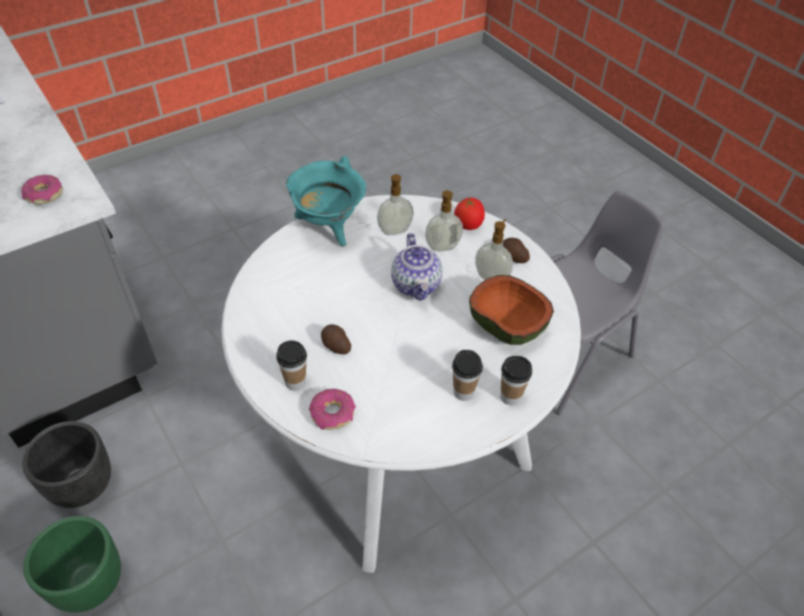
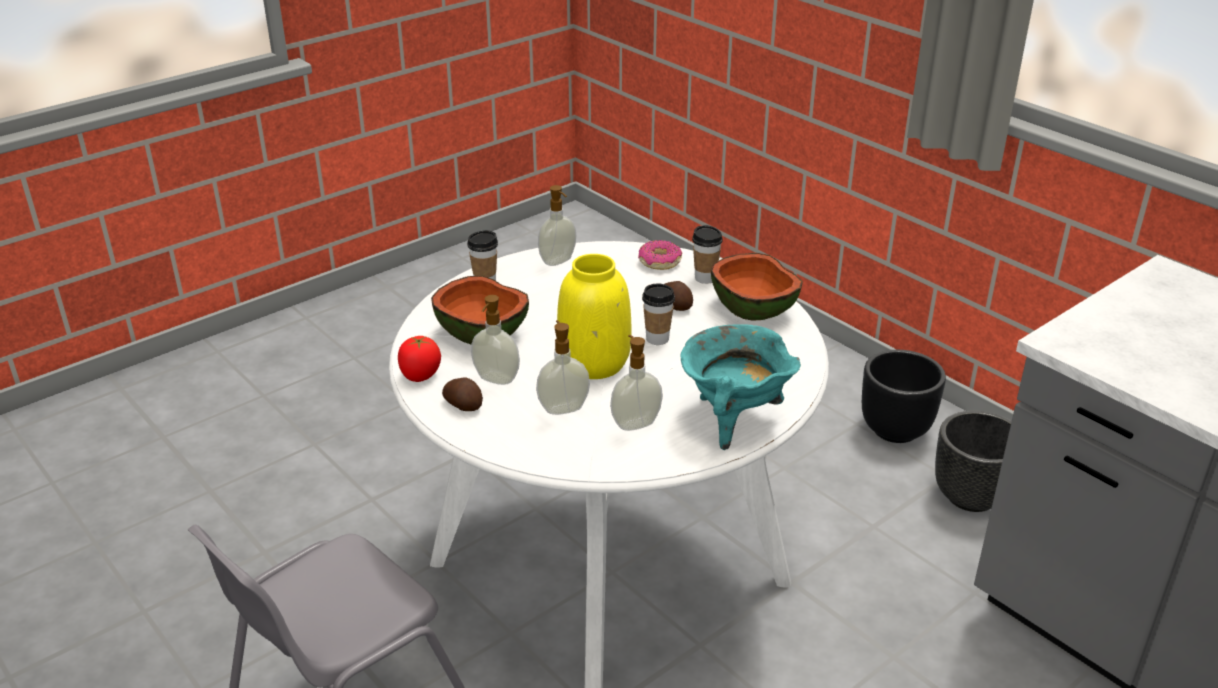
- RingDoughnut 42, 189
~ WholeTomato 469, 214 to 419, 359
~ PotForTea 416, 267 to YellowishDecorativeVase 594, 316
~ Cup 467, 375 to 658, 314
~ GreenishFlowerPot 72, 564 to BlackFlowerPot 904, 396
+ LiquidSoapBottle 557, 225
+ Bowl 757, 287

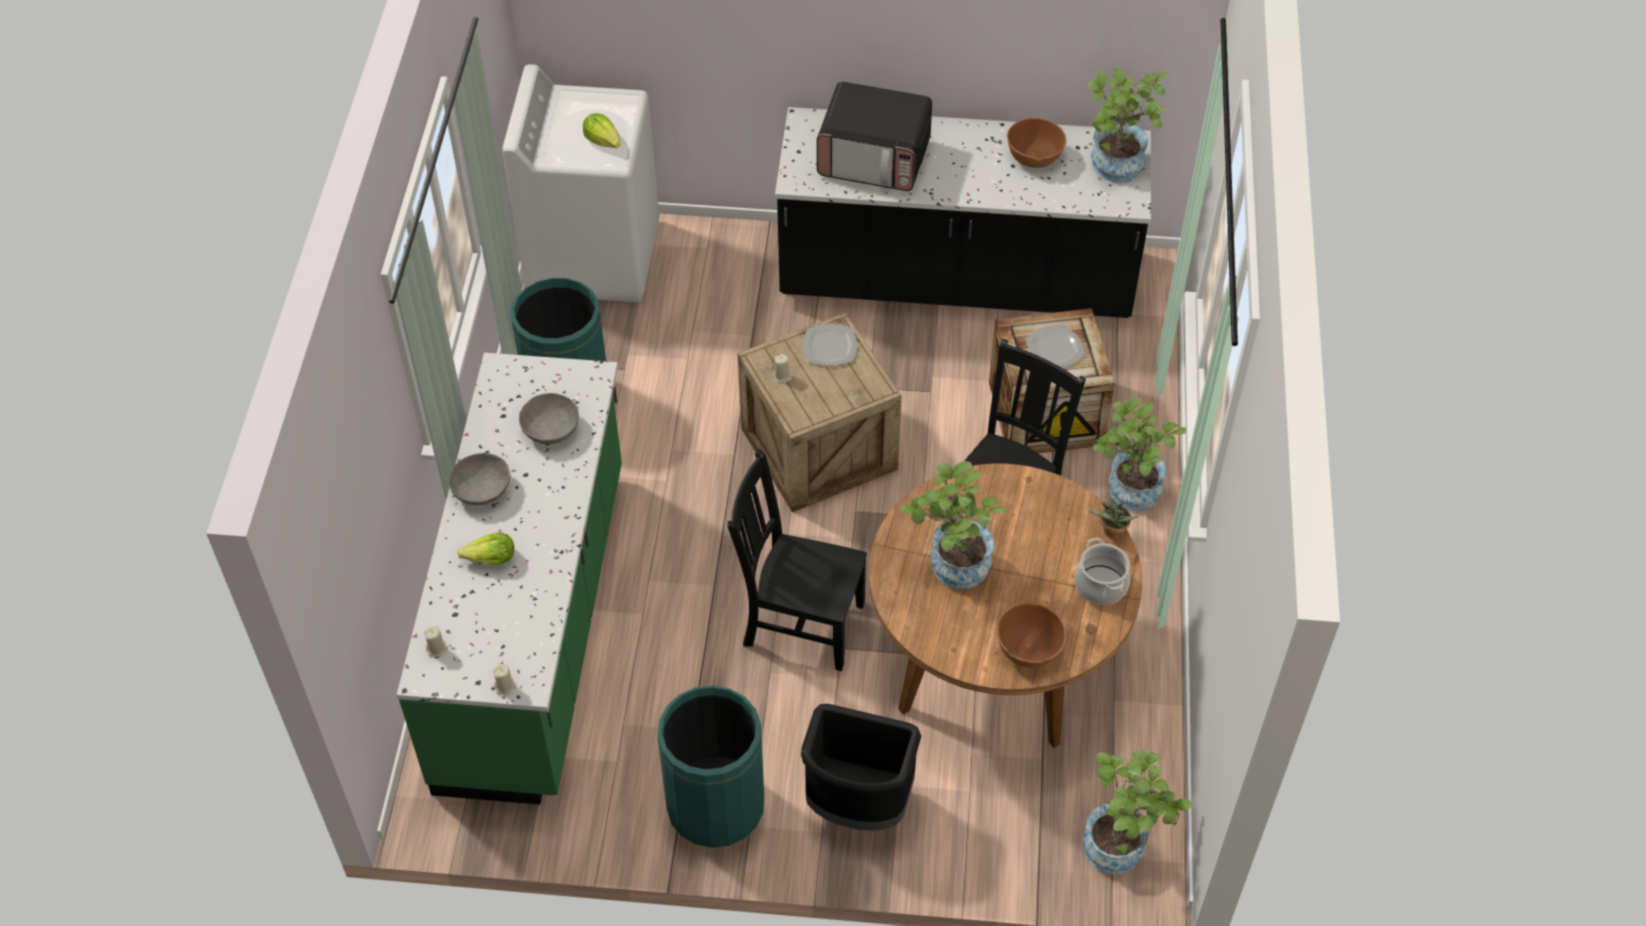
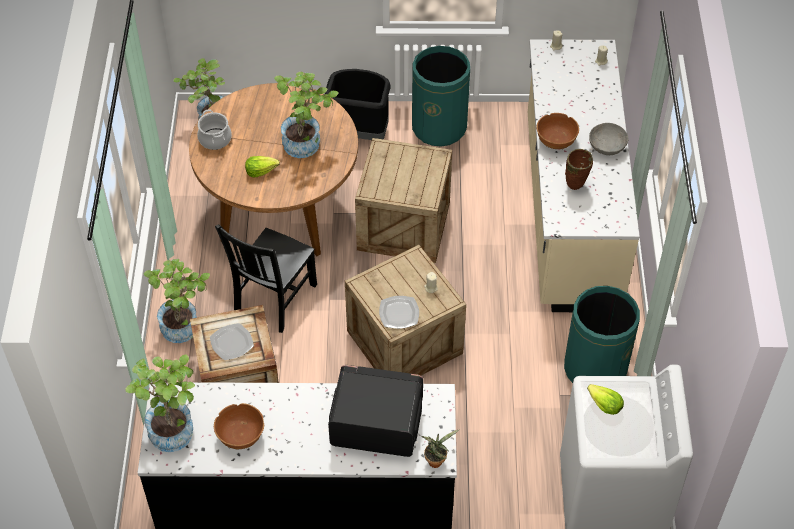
~ GreenishKitchenCounter 509, 579 to BeigeKitchenCounter 584, 175
~ GrayBowl 549, 418 to BrownishDecorativeVase 579, 169
~ BlackPlainChair 797, 560 to PackingCrate 403, 200
~ PlantInAPot 1112, 518 to 440, 449
~ HeadOfLettuce 486, 548 to 262, 167
~ BrownishBowl 1031, 635 to 557, 131

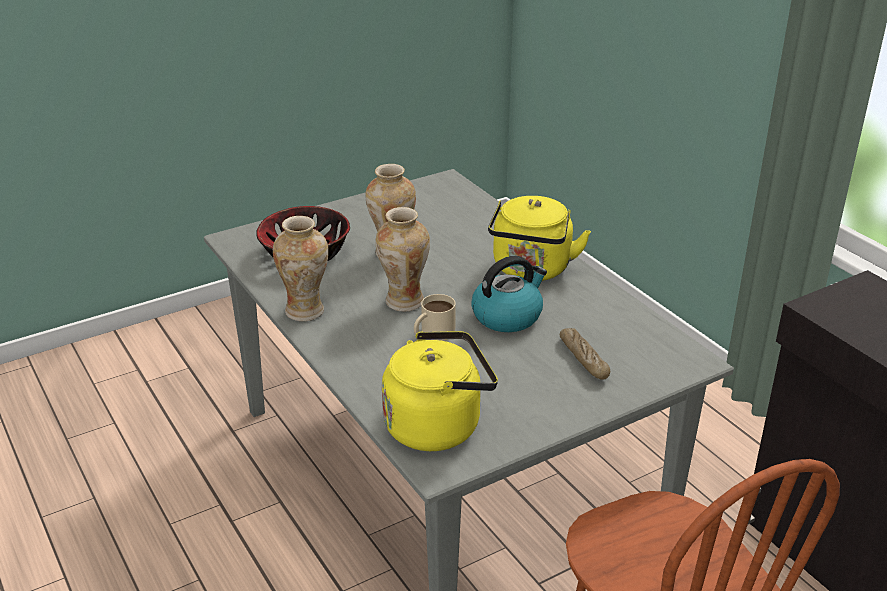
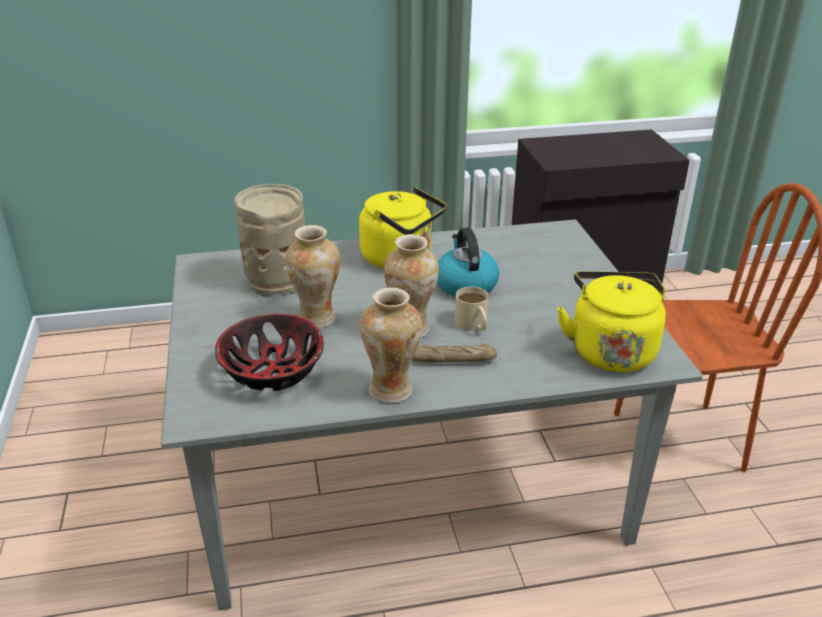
~ BakedBread 585, 354 to 454, 353
+ BeigeDecorativeVase 270, 240

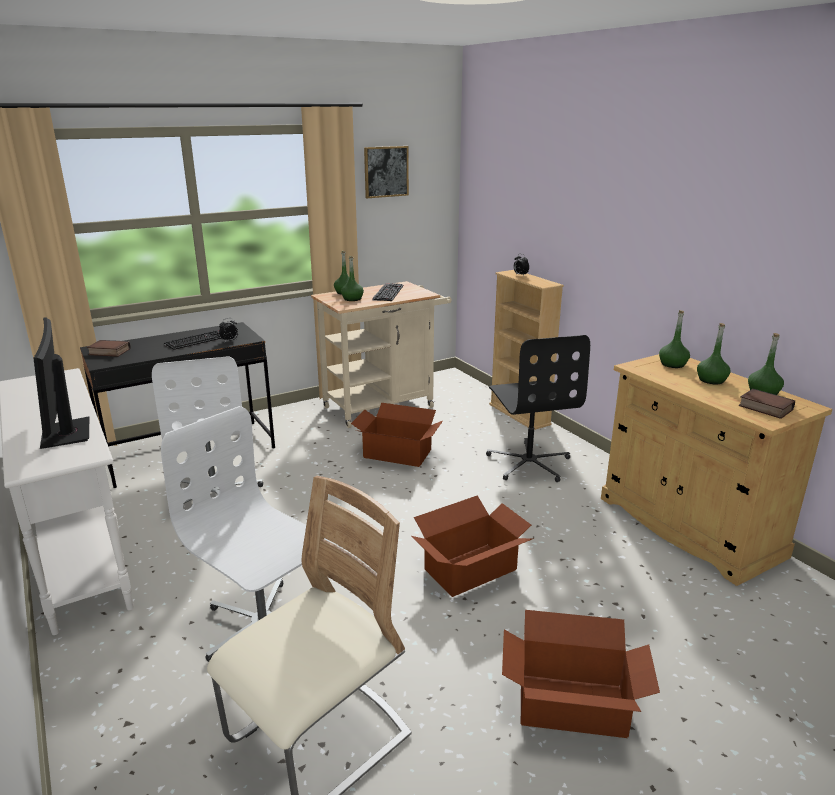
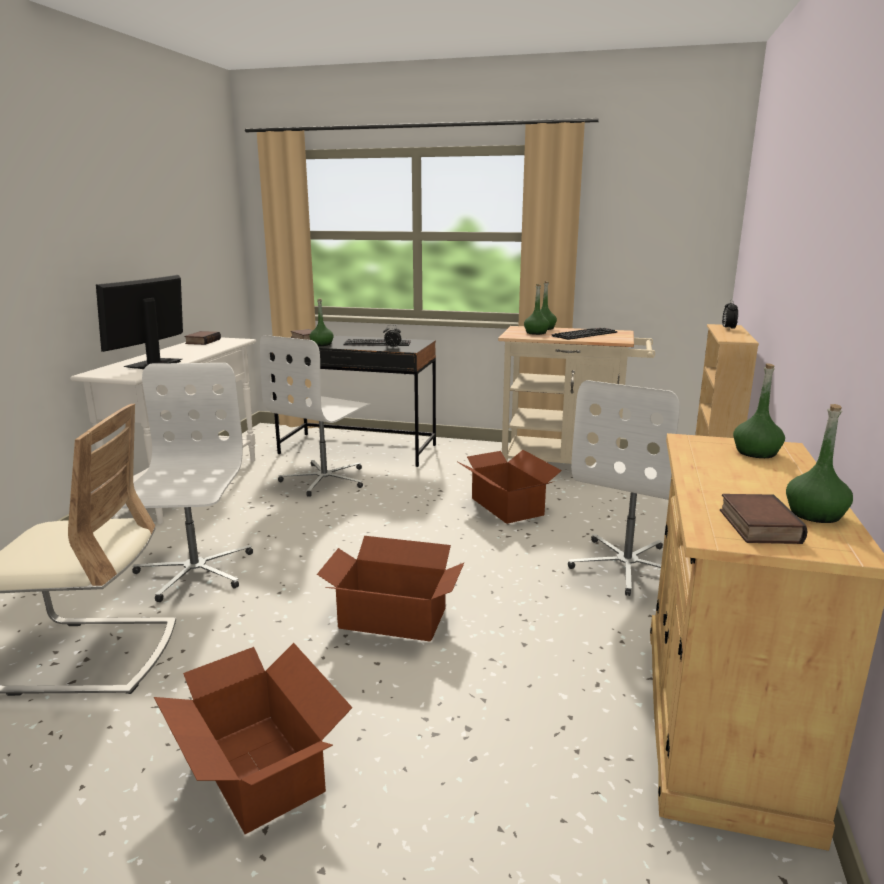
- WallPicture 386, 172
~ GreenishDrinkBottle 713, 353 to 322, 322
~ BlackOfficeChair 538, 408 to WhitishOfficeChair 624, 488
+ Book 202, 338

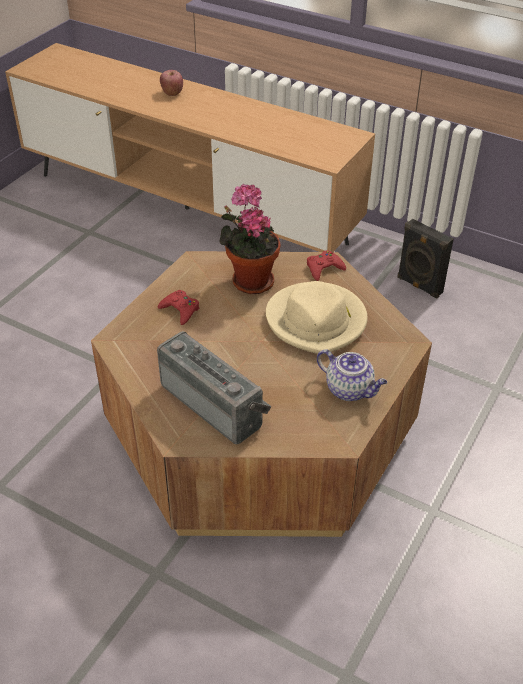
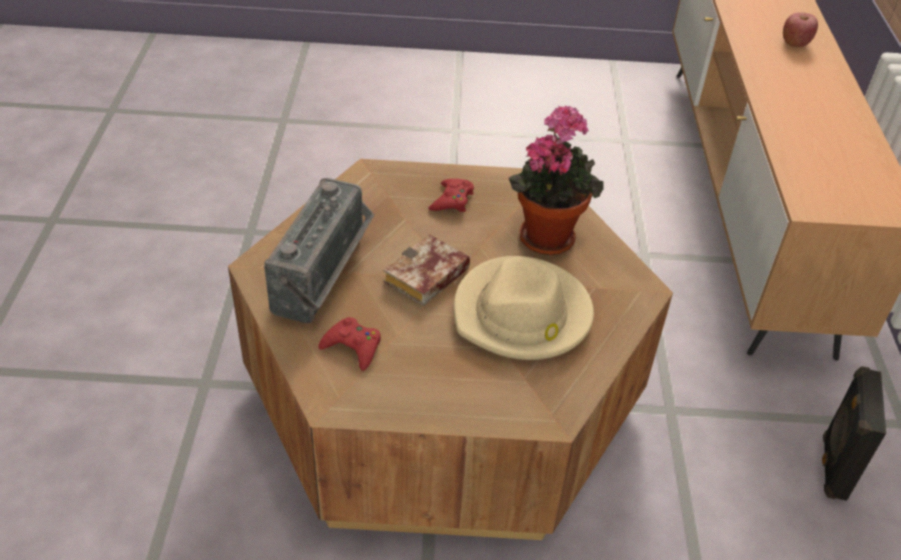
~ RedGameController 326, 265 to 350, 344
- PotForTea 352, 375
+ Book 427, 270

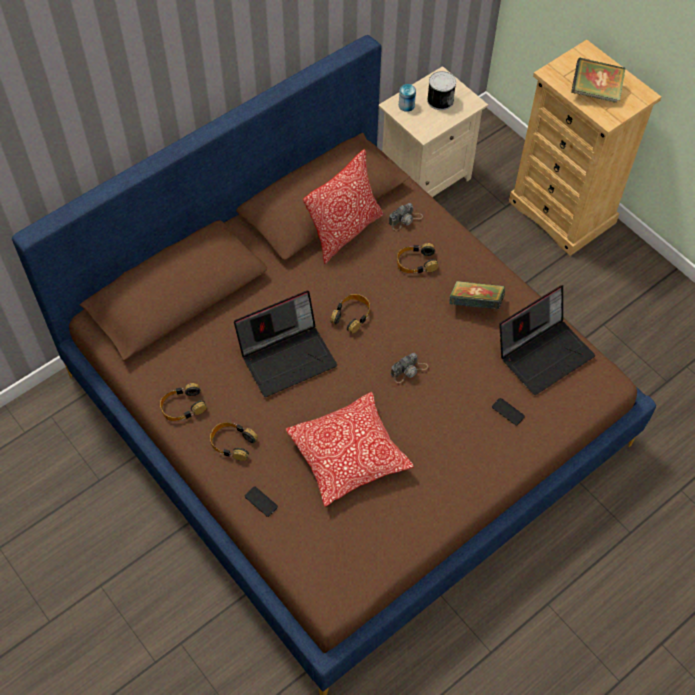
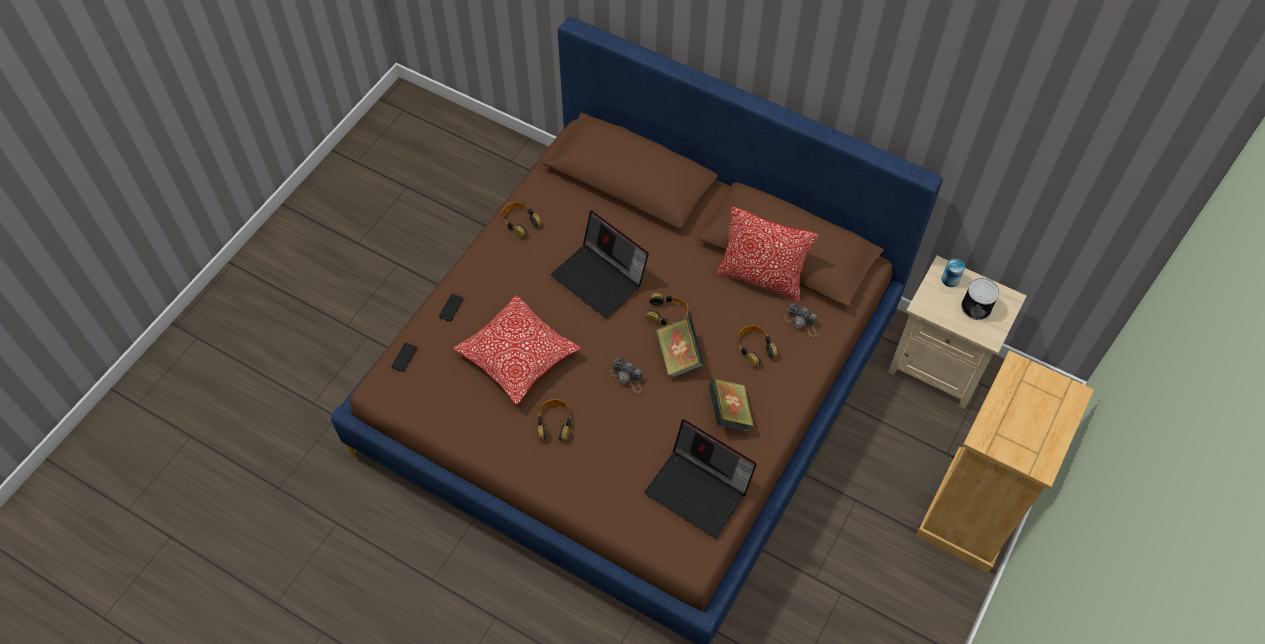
~ Book 598, 80 to 680, 347
~ Telephone 508, 411 to 404, 357
~ Headphones 234, 442 to 554, 420

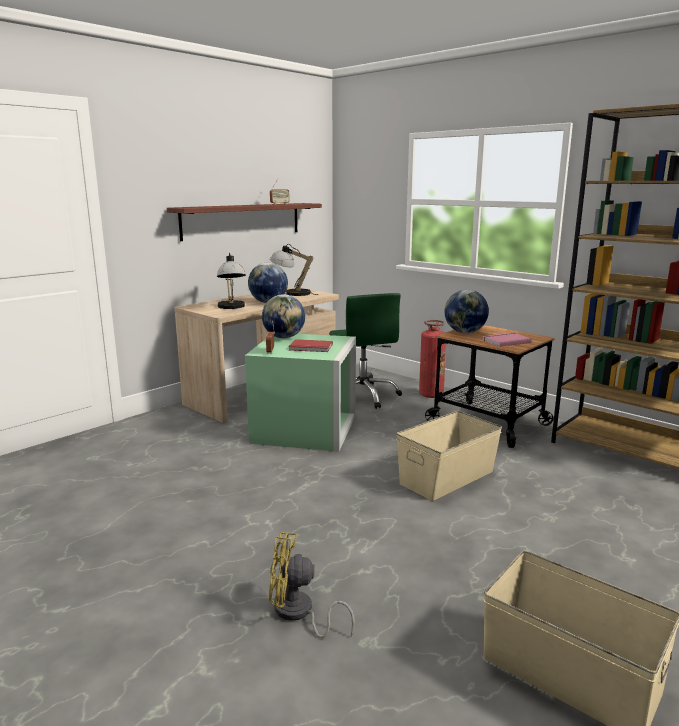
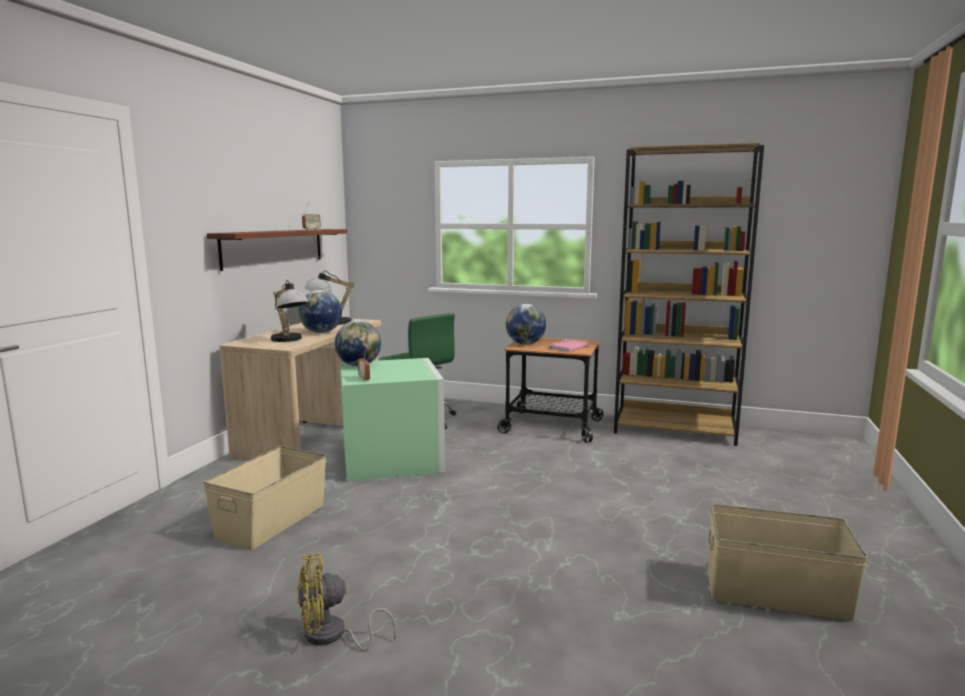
- FireFightingCylinder 432, 359
- RedBook 311, 345
~ BeigeStorageBin 449, 456 to 264, 498
~ YellowishCoolingFan 312, 585 to 347, 602

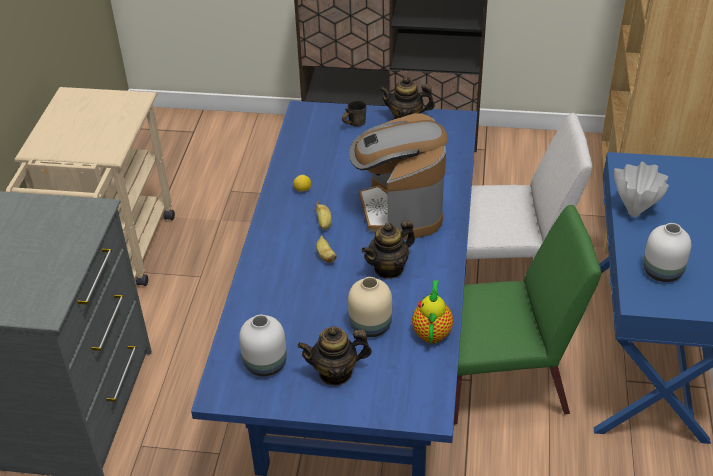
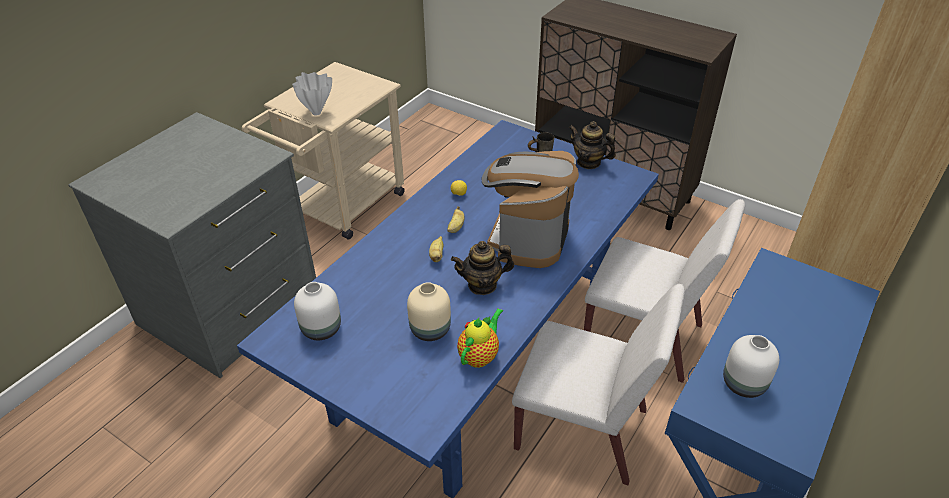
~ WhitishDecorativeVase 641, 189 to 312, 94
~ GreenishPlainChair 527, 315 to WhitishPlainChair 598, 384
- PotForTea 334, 355

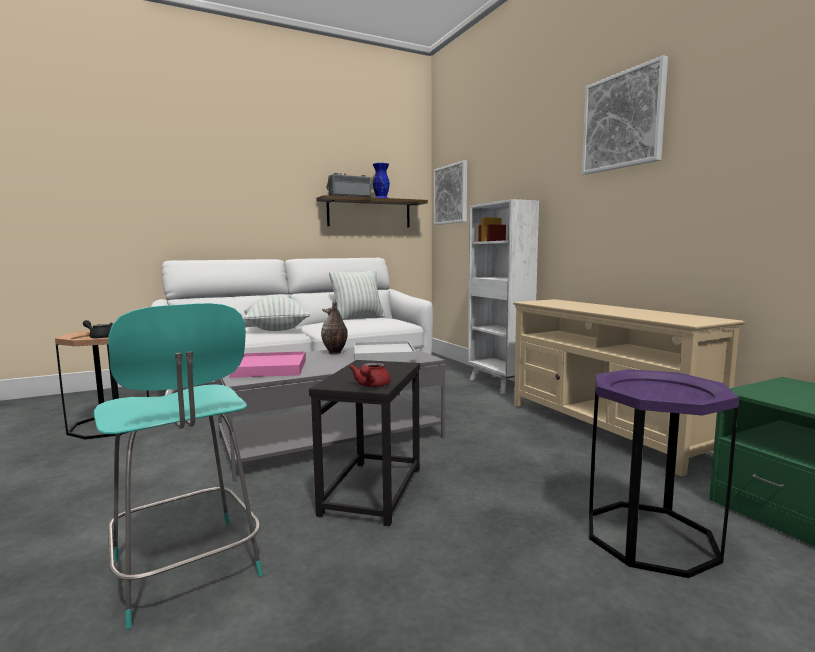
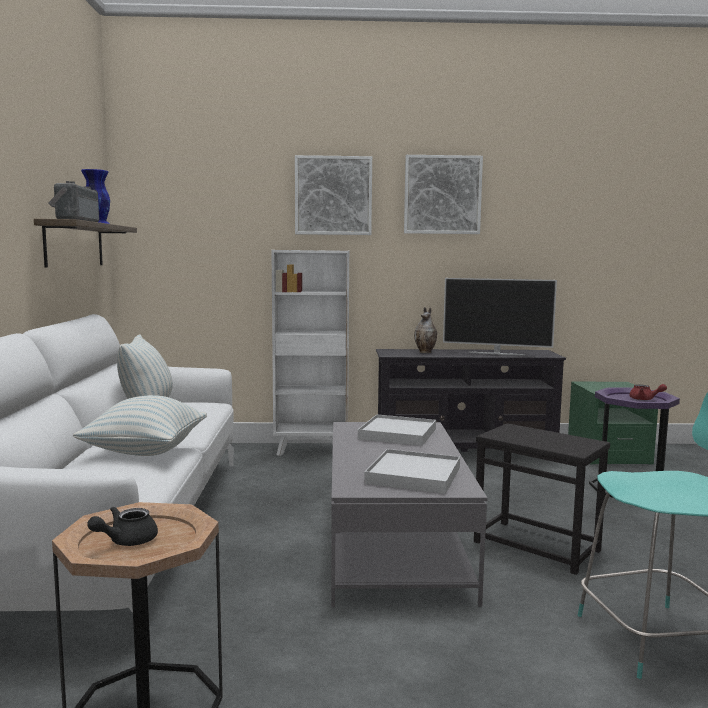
~ WallPicture 450, 192 to 333, 195
~ BeigeTvStand 629, 388 to BlackTvStand 471, 400
~ DecorativeVase 334, 327 to 425, 330
~ PinkCarryingTray 267, 364 to WhitishCarryingTray 412, 471
~ RedPotForTea 370, 375 to 648, 392
+ TvSet 500, 316

